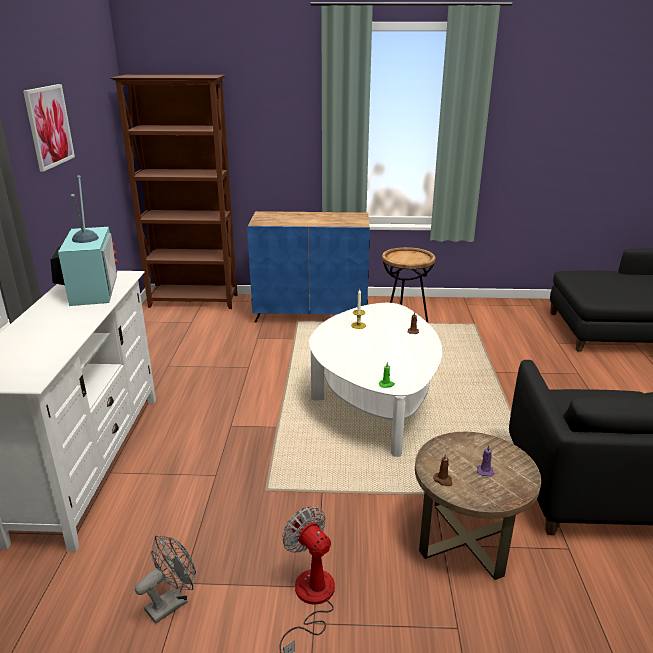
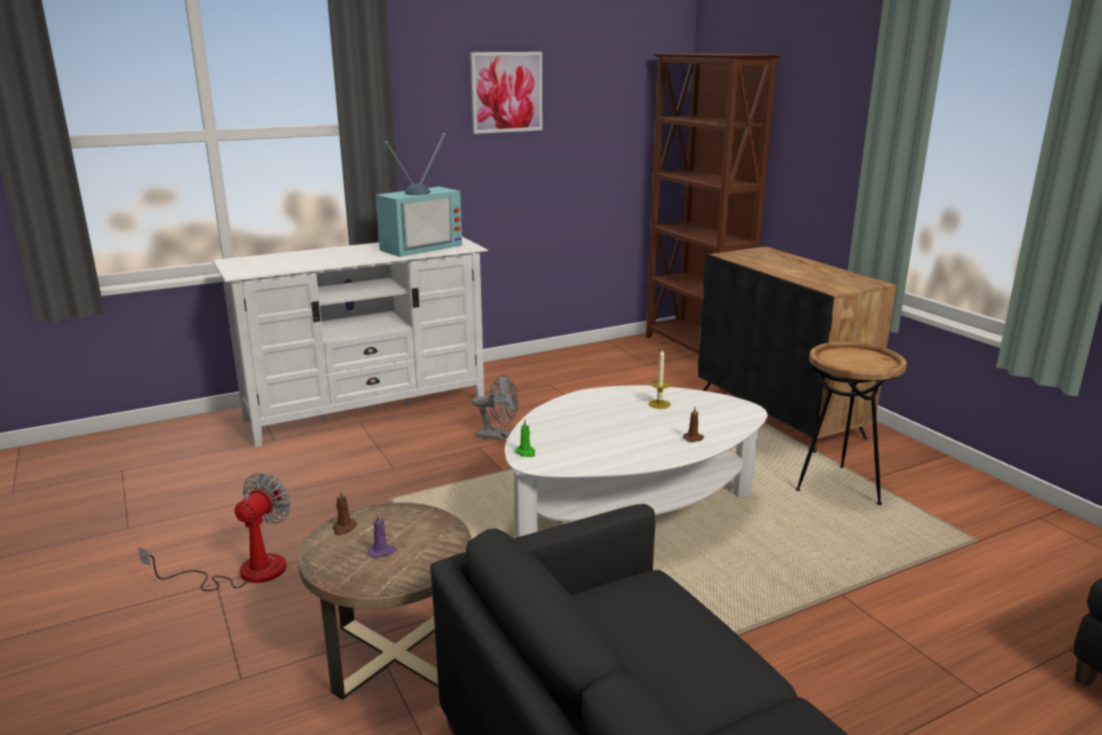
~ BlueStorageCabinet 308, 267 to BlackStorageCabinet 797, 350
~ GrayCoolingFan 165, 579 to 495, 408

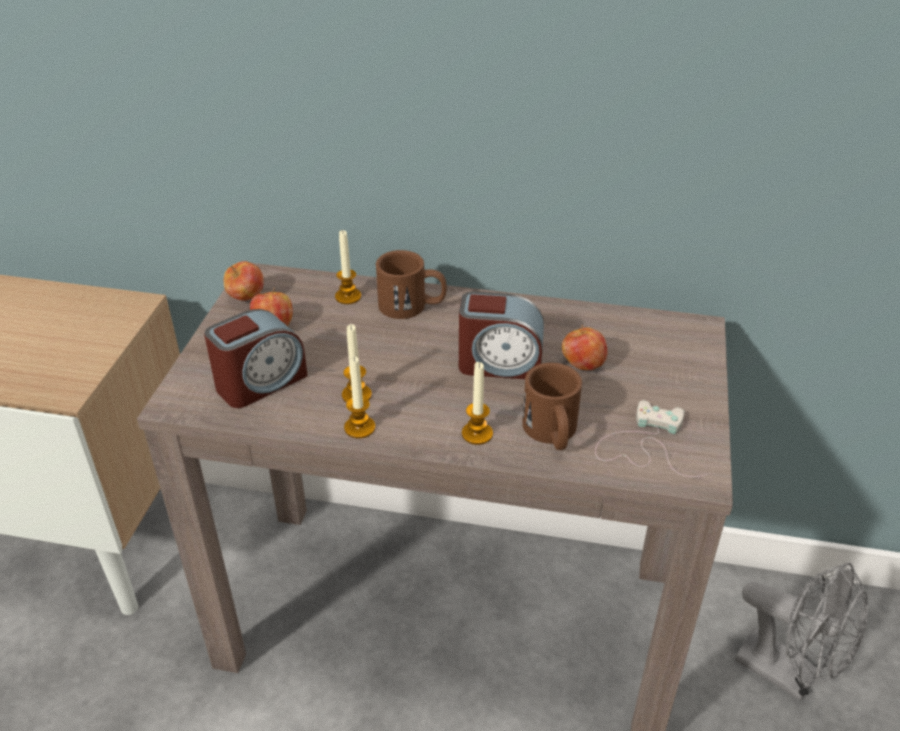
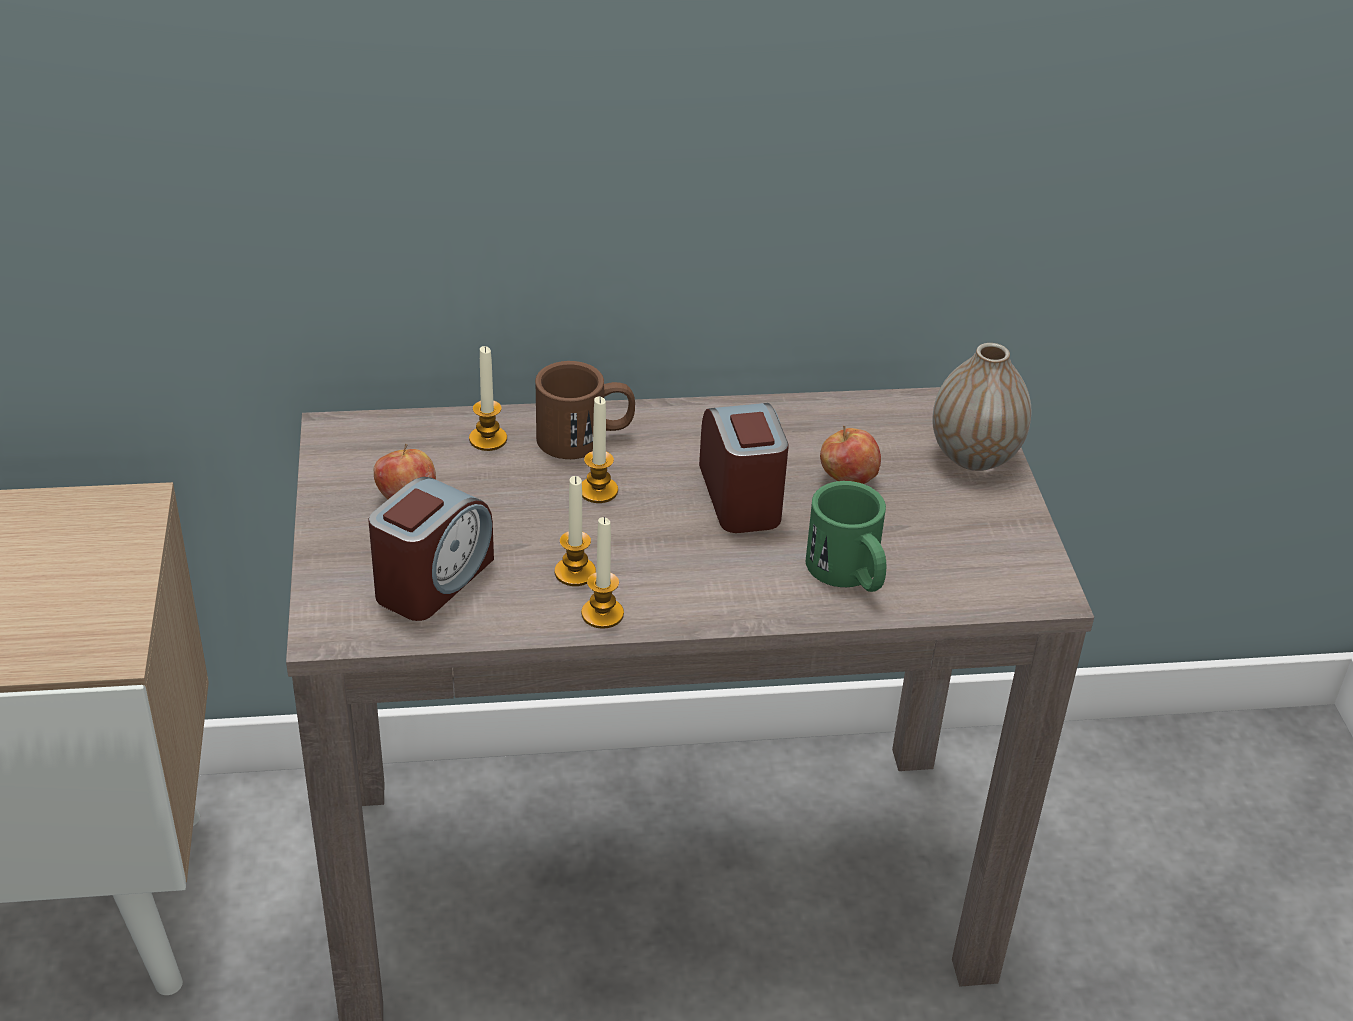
- AppleFruit 244, 280
~ TableClock 501, 335 = 744, 468 90 degrees counterclockwise
~ WaxLight 477, 403 to 600, 450
~ BrownishCoffeeMug 552, 406 to GreenishCoffeeMug 846, 536
- WhitishGameController 651, 438
- GrayCoolingFan 801, 632
+ DecorativeVase 982, 407

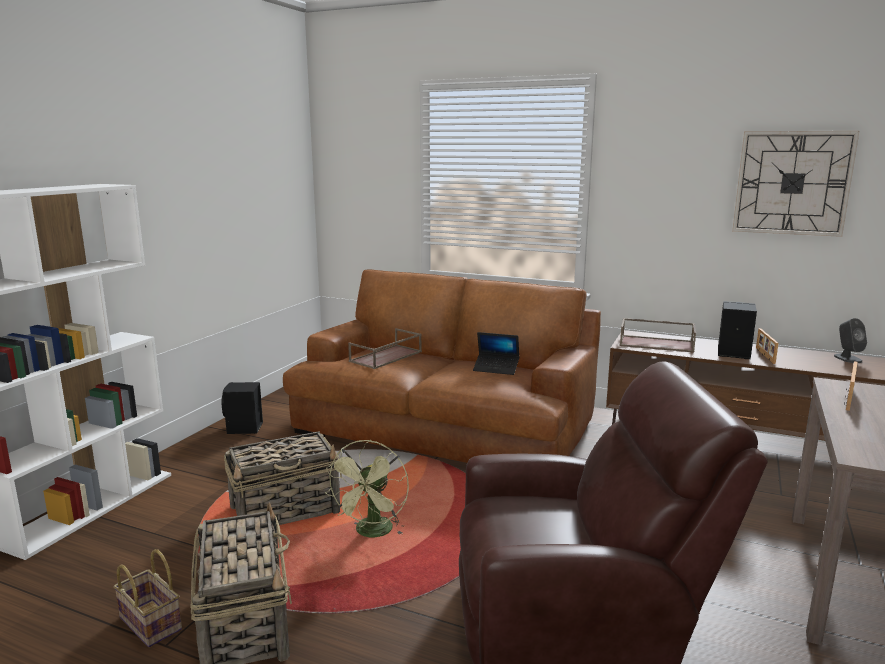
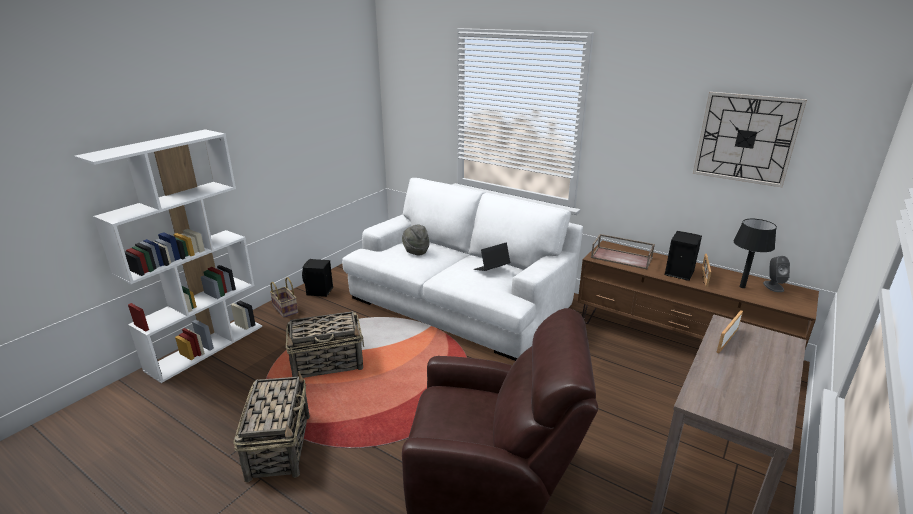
~ BrownishSettee 442, 366 to WhitishSettee 462, 269
~ BrownishCarryingTray 385, 348 to GrayWearableHat 416, 239
~ PortableComputer 496, 353 = 492, 257 120 degrees clockwise
- GreenishCoolingFan 367, 488
~ HouseholdBasket 148, 598 to 284, 297
+ BlackLampForATable 755, 253

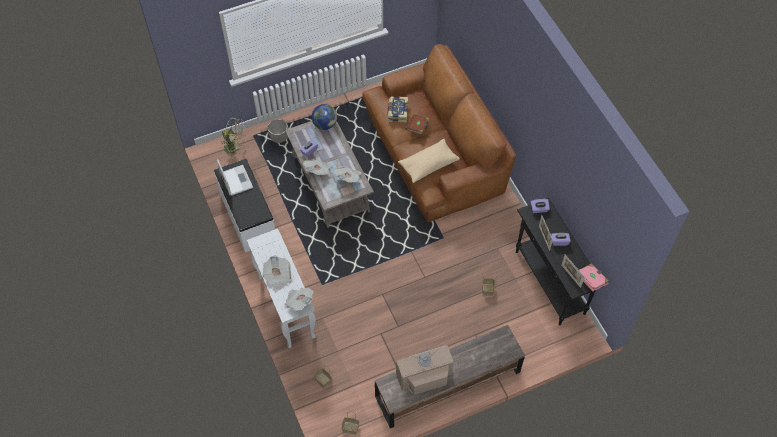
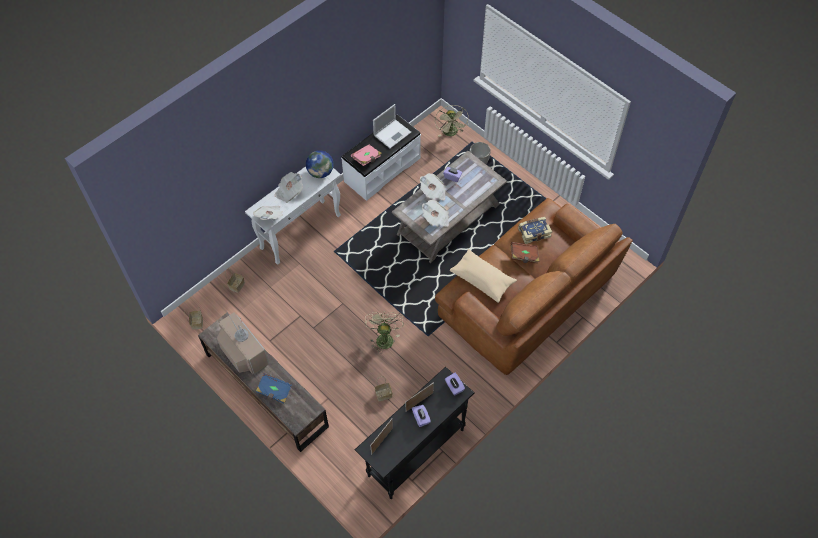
~ Globe 324, 117 to 320, 164
~ PinkBook 594, 277 to 366, 155
+ BeigeCoolingFan 384, 333
+ BlueBook 274, 388

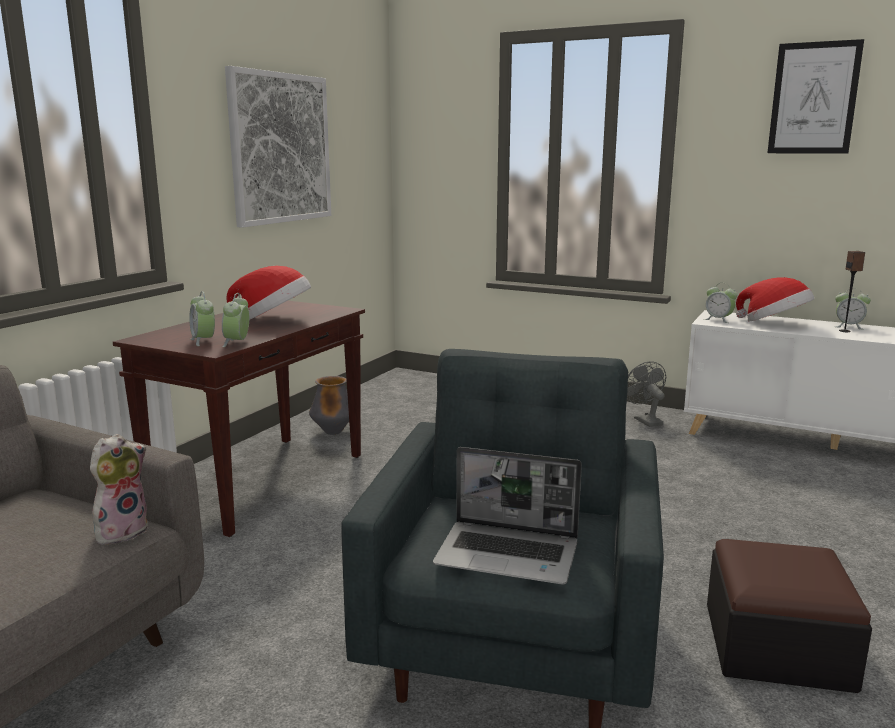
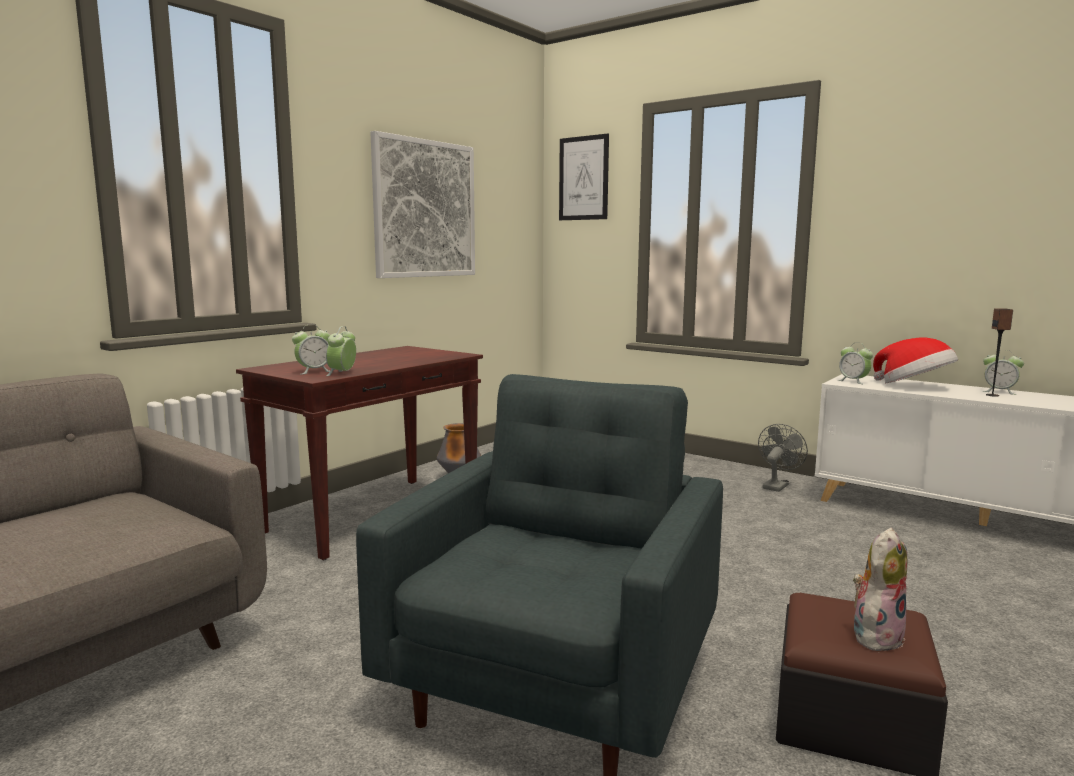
~ WallPicture 816, 96 to 584, 177
- WearableHat 268, 293
~ TableClock 202, 318 = 311, 350 105 degrees counterclockwise
~ GrayCoolingFan 646, 394 = 783, 458 45 degrees clockwise
~ PlushToy 119, 490 to 880, 590
- PortableComputer 507, 516

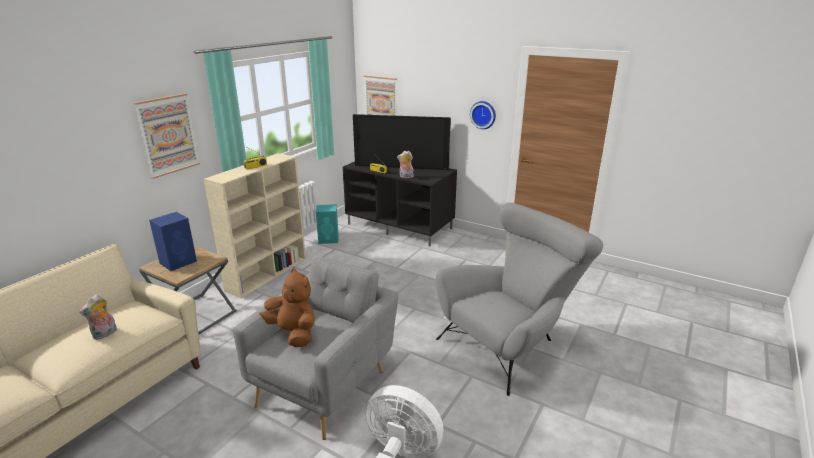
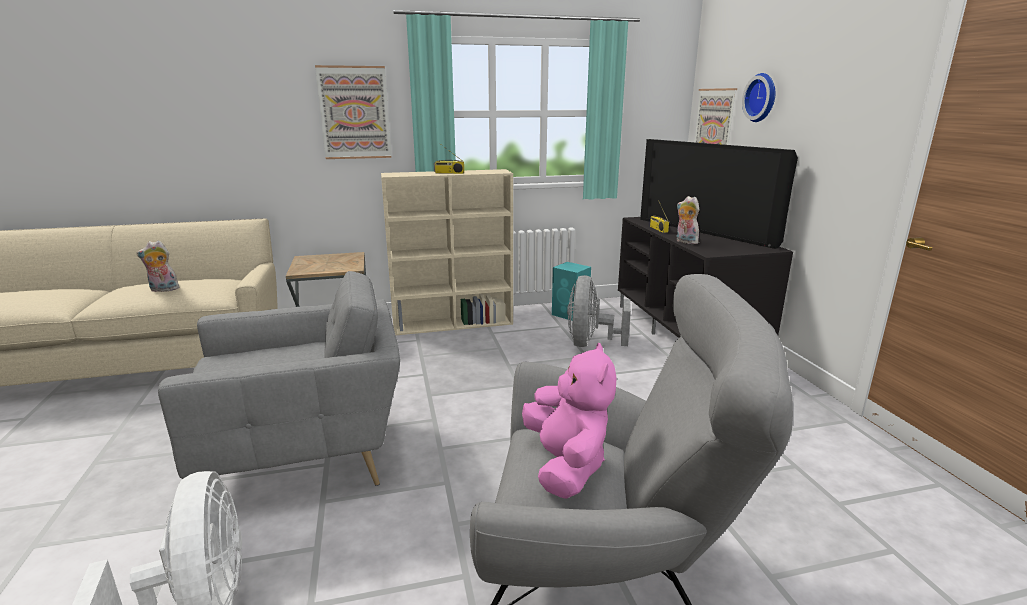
~ WallClock 483, 115 to 758, 97
- BlueSpeaker 173, 241
- BrownishPlushToy 287, 307
+ GrayCoolingFan 599, 311
+ PinkPlushToy 569, 421

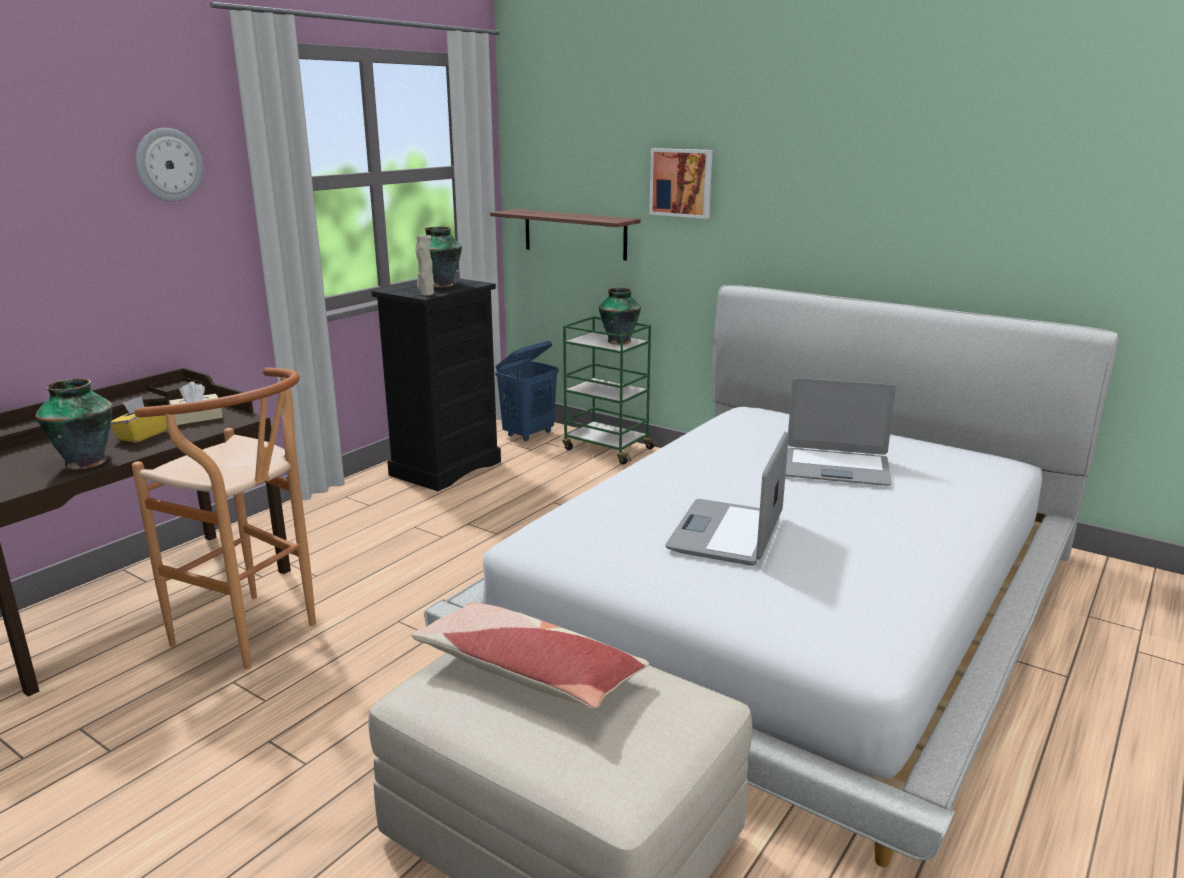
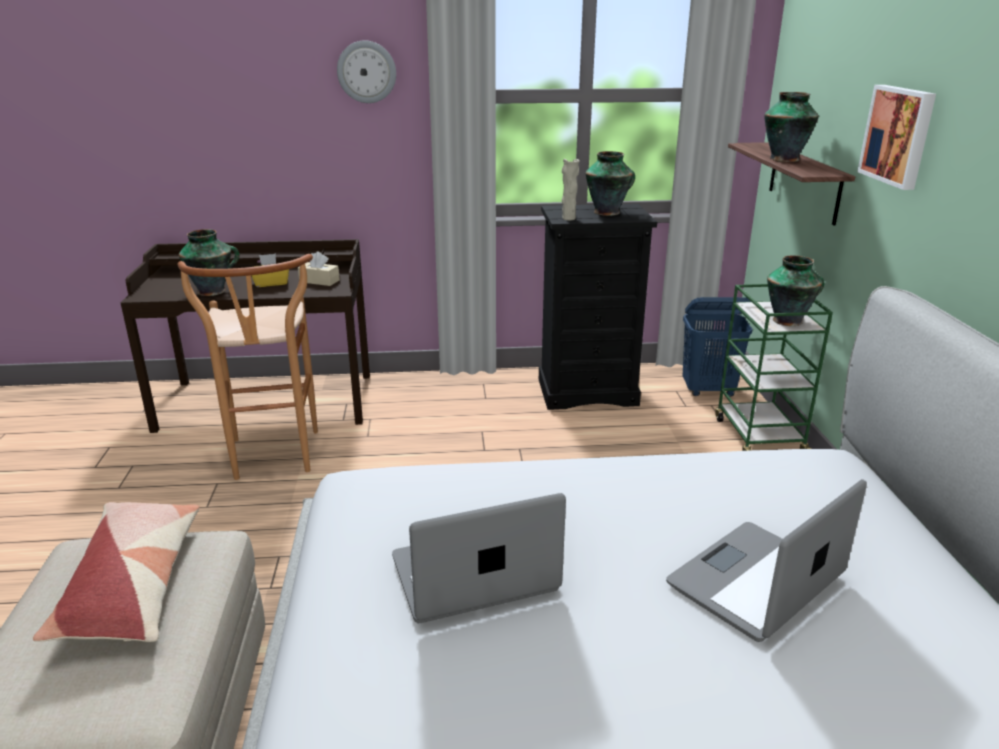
~ PortableComputer 840, 432 = 766, 560 75 degrees clockwise
+ DecorativeVase 791, 127

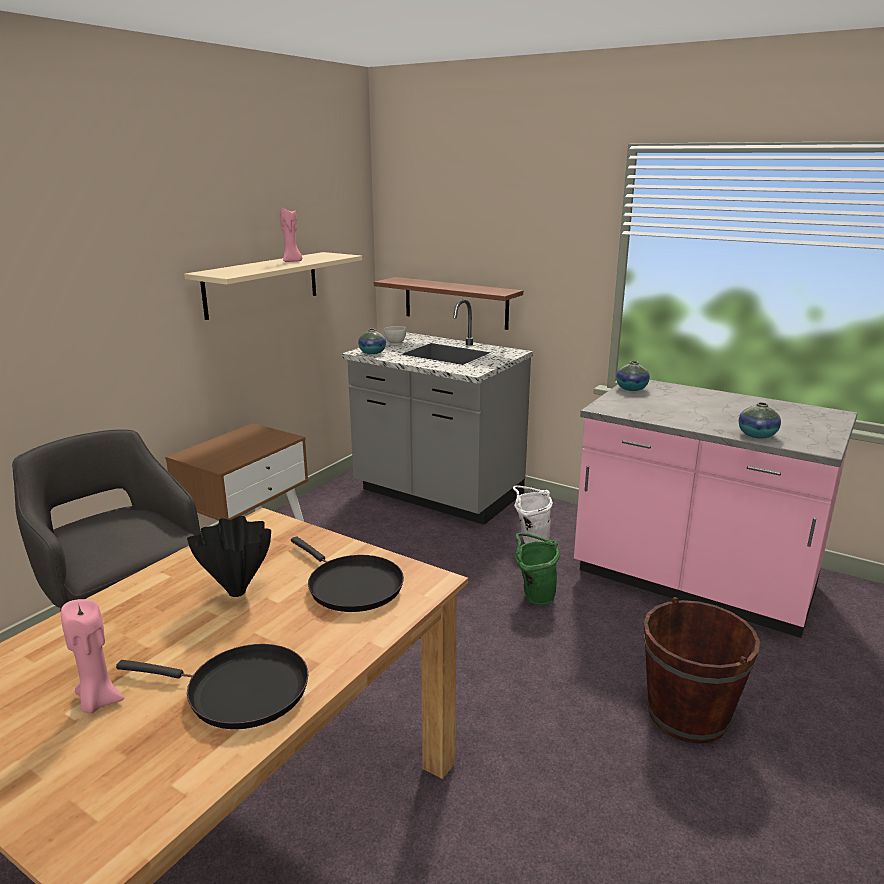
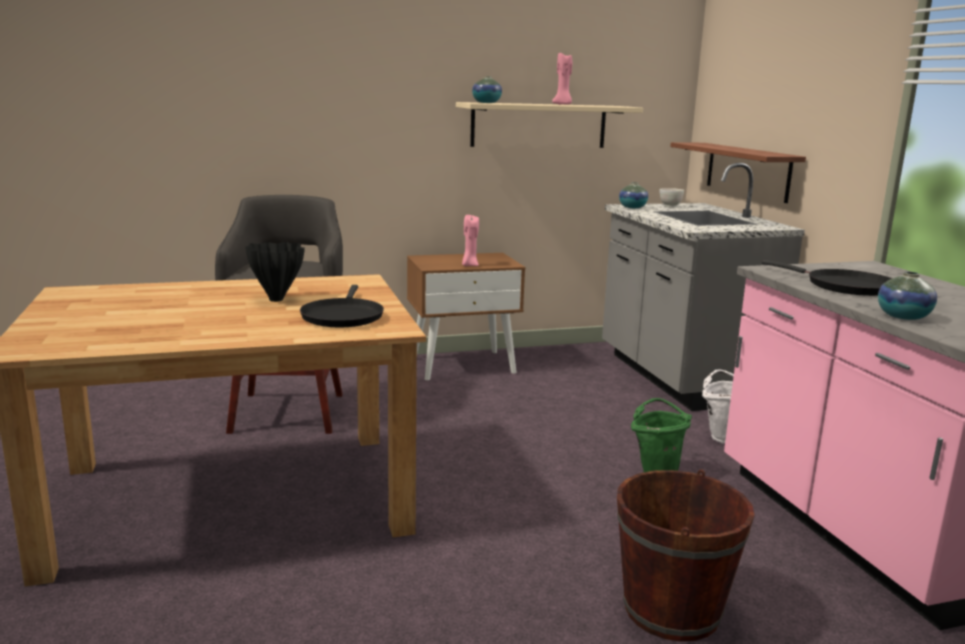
~ DecorativeVase 633, 376 to 487, 89
~ PinkWaxLight 92, 656 to 470, 240
~ BlackPan 212, 686 to 827, 278

